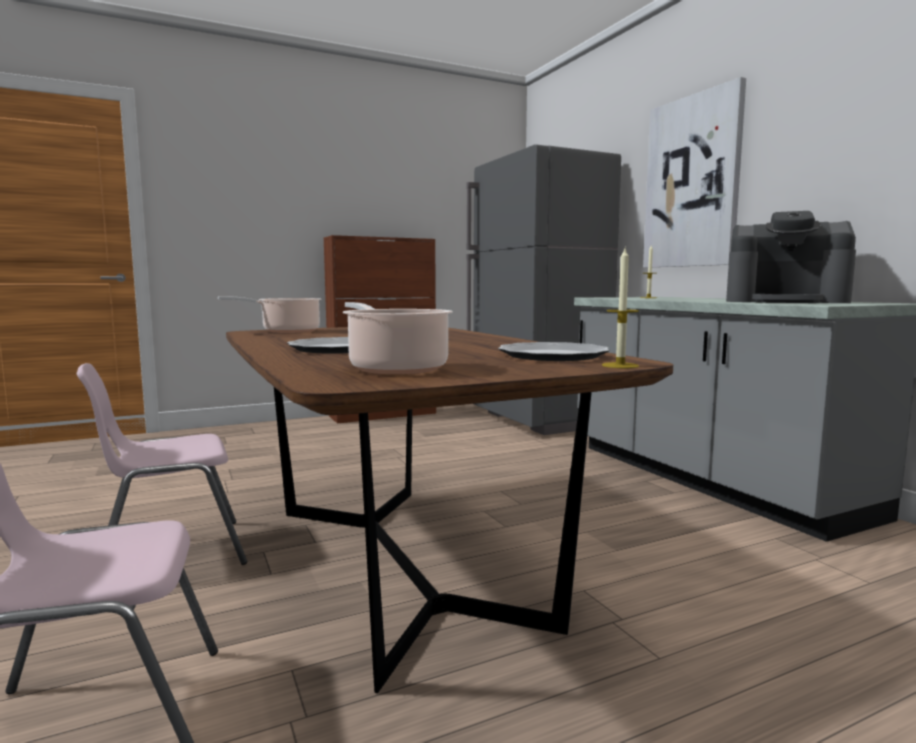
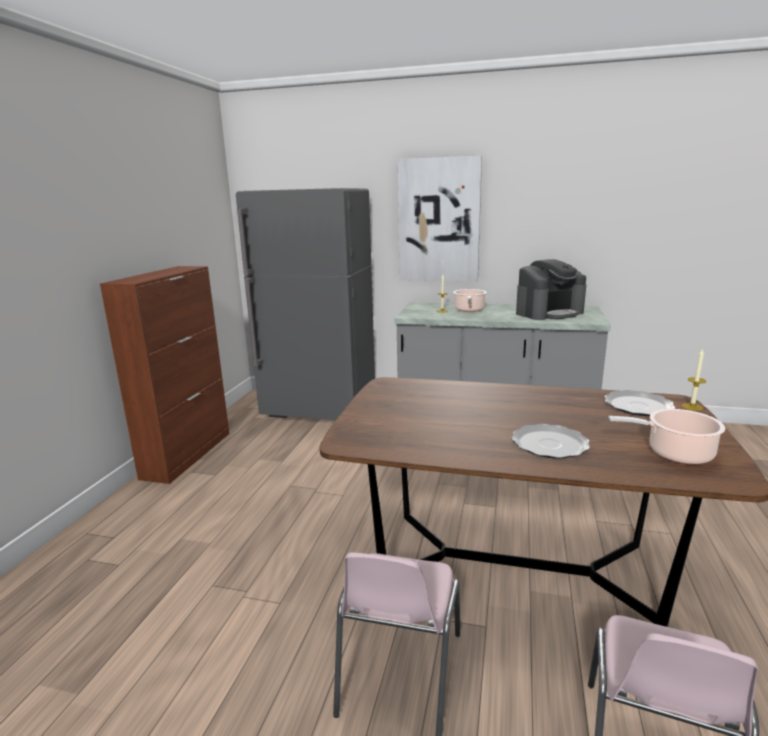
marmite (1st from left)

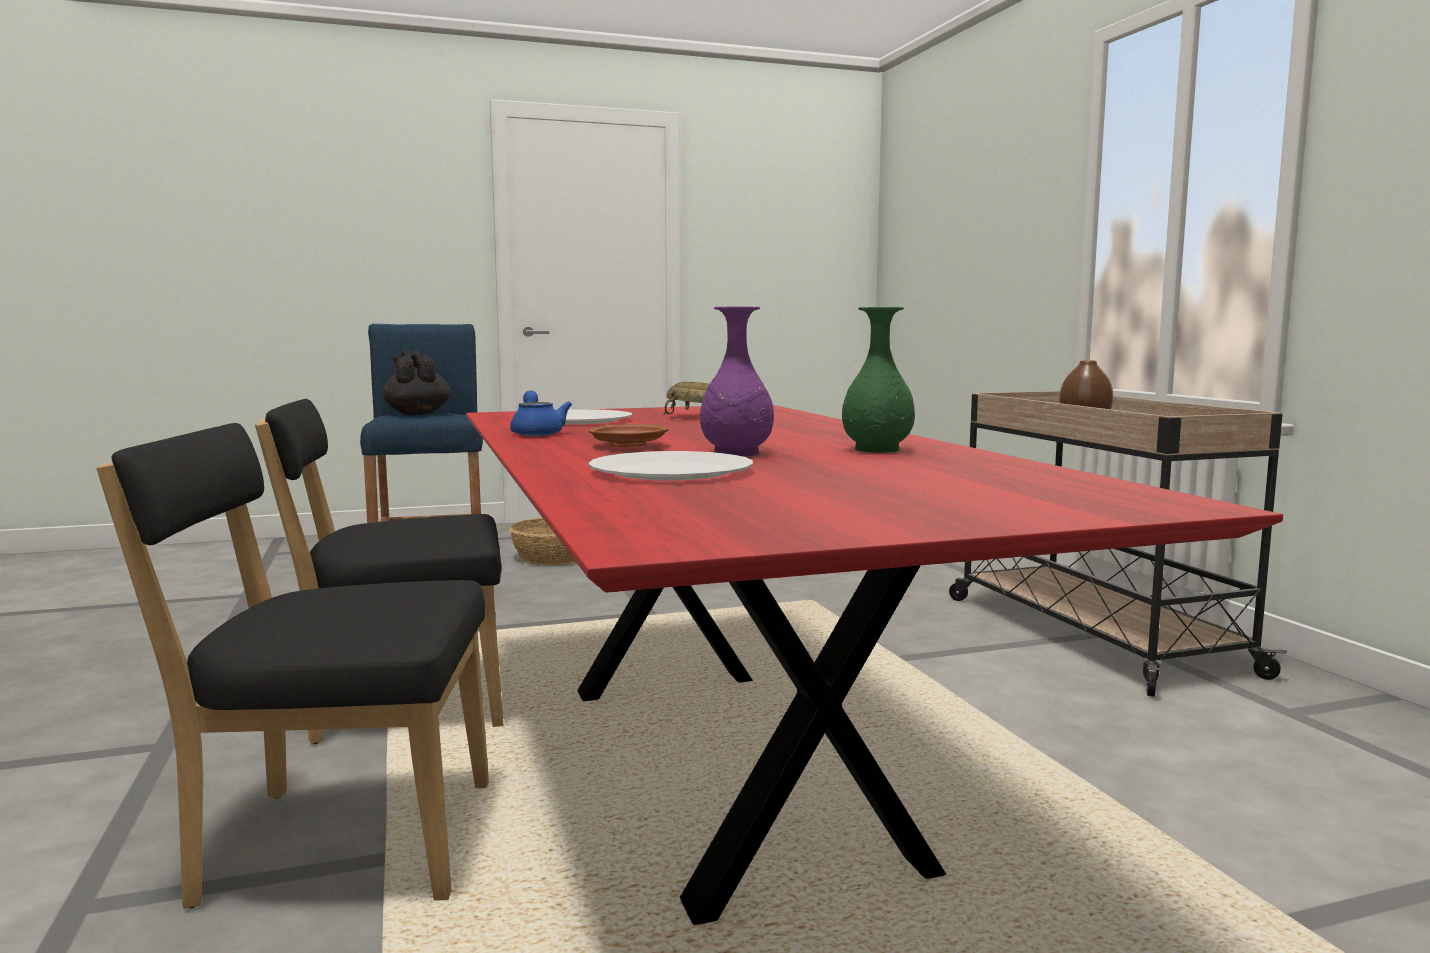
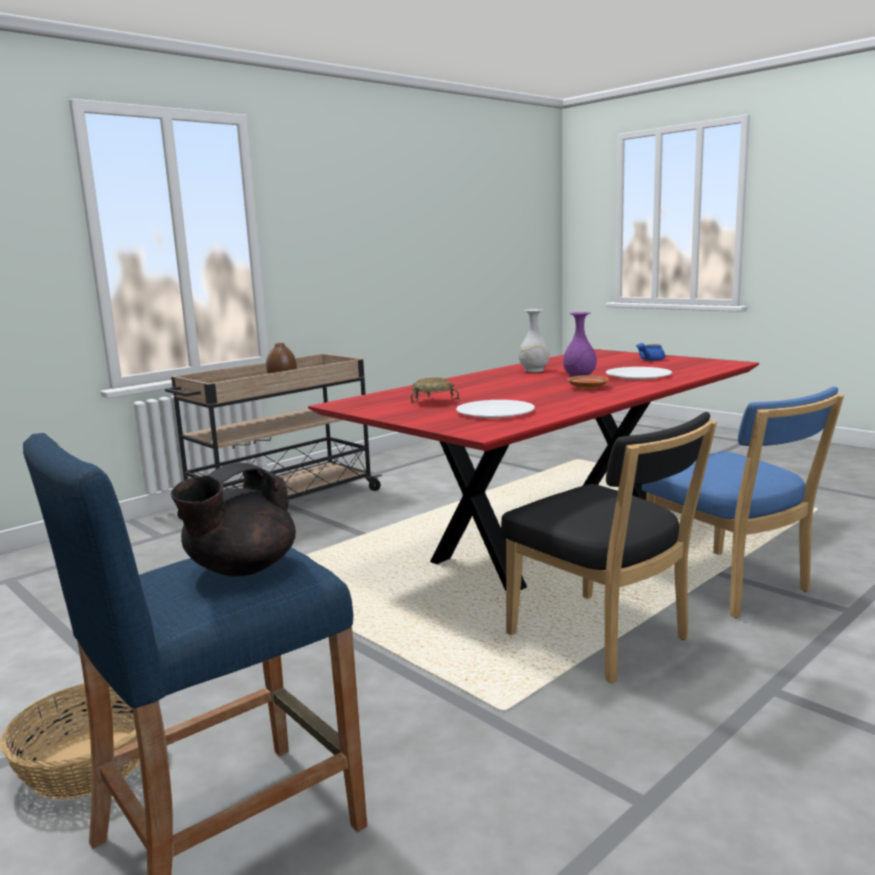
vase/blanc
théière/bleu
chaise/bleu

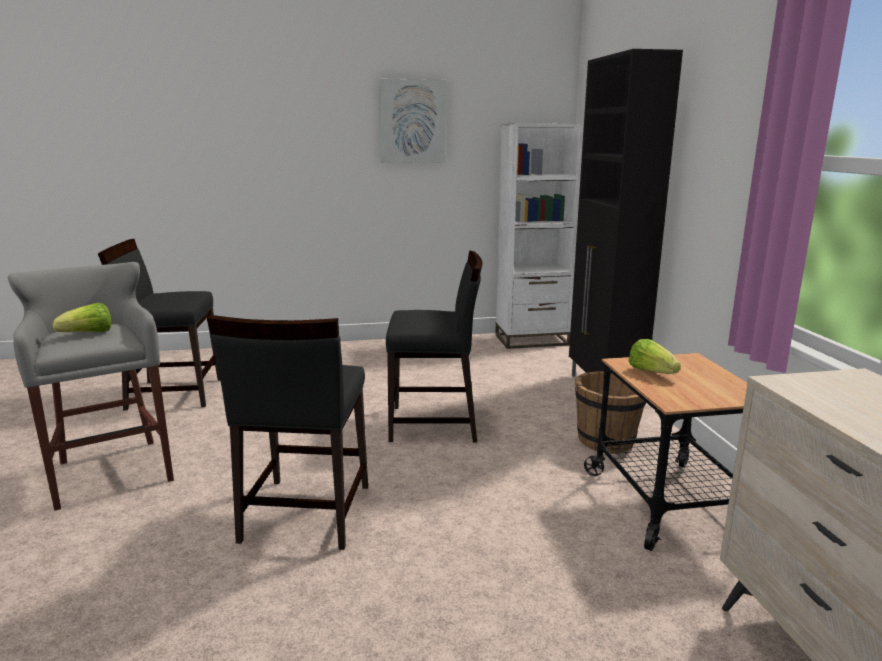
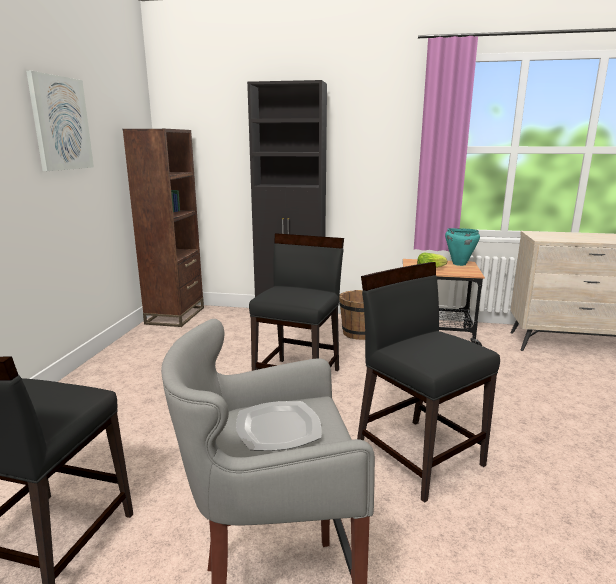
bibliothèque/marron
assiette
chaise/noir (3rd from left)
marmite/turquoise

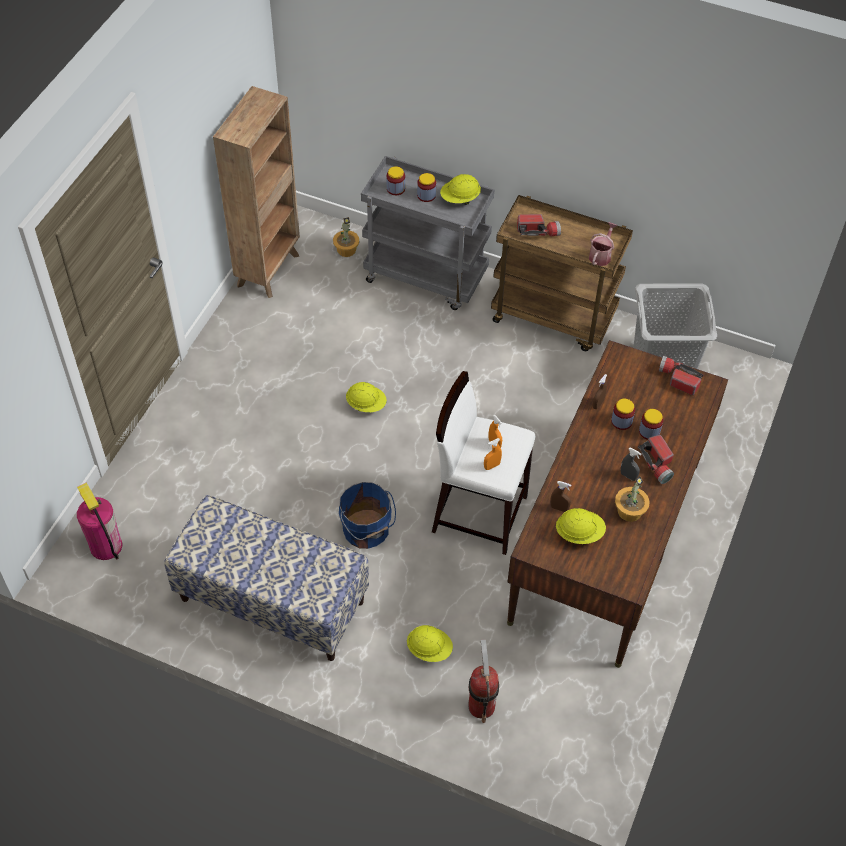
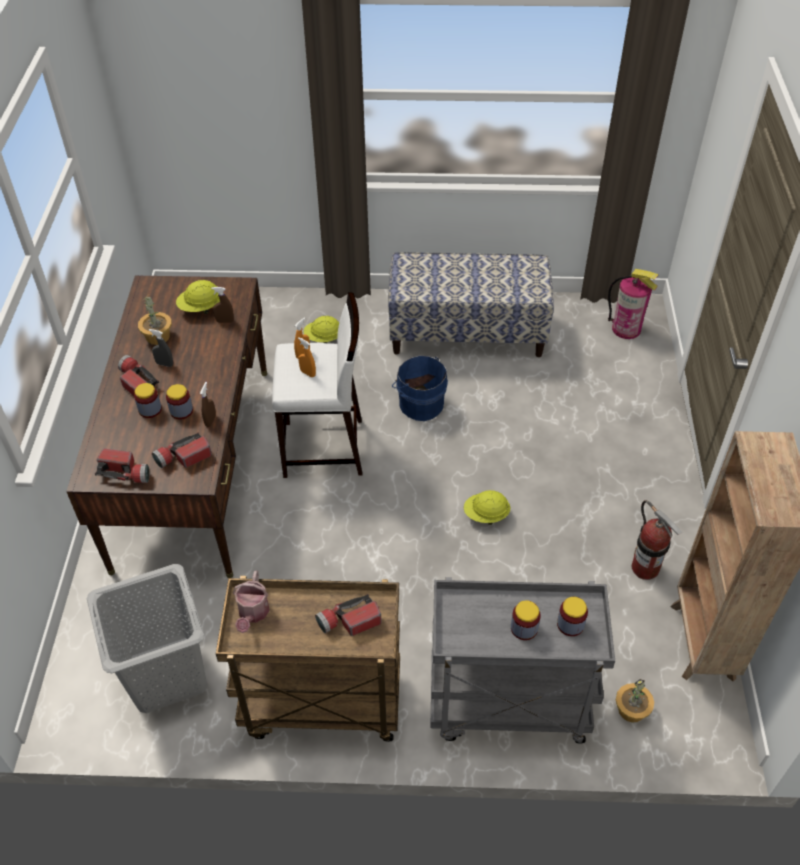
casque de chantier/jaune (3rd from left in the first image)
extincteur (2nd from left)
lampe de poche (3rd from left)

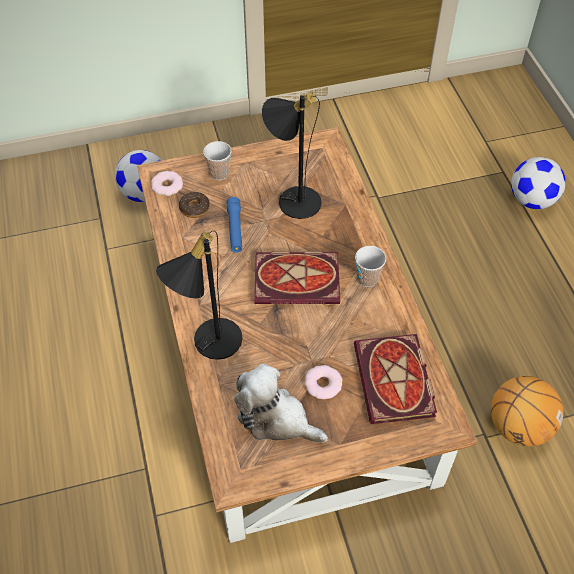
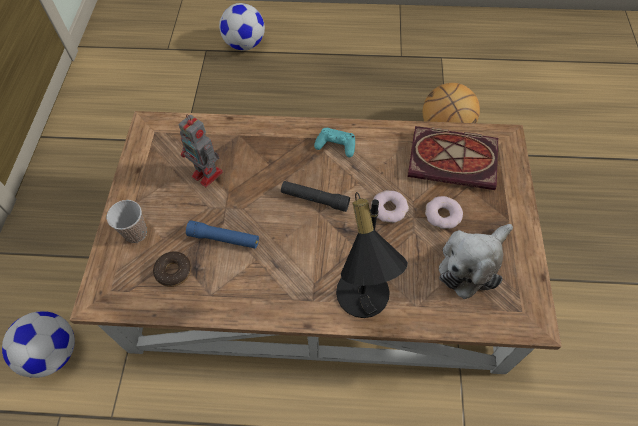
robot jouet
beignet (2nd from left)
manette/turquoise
lampe de poche/noir

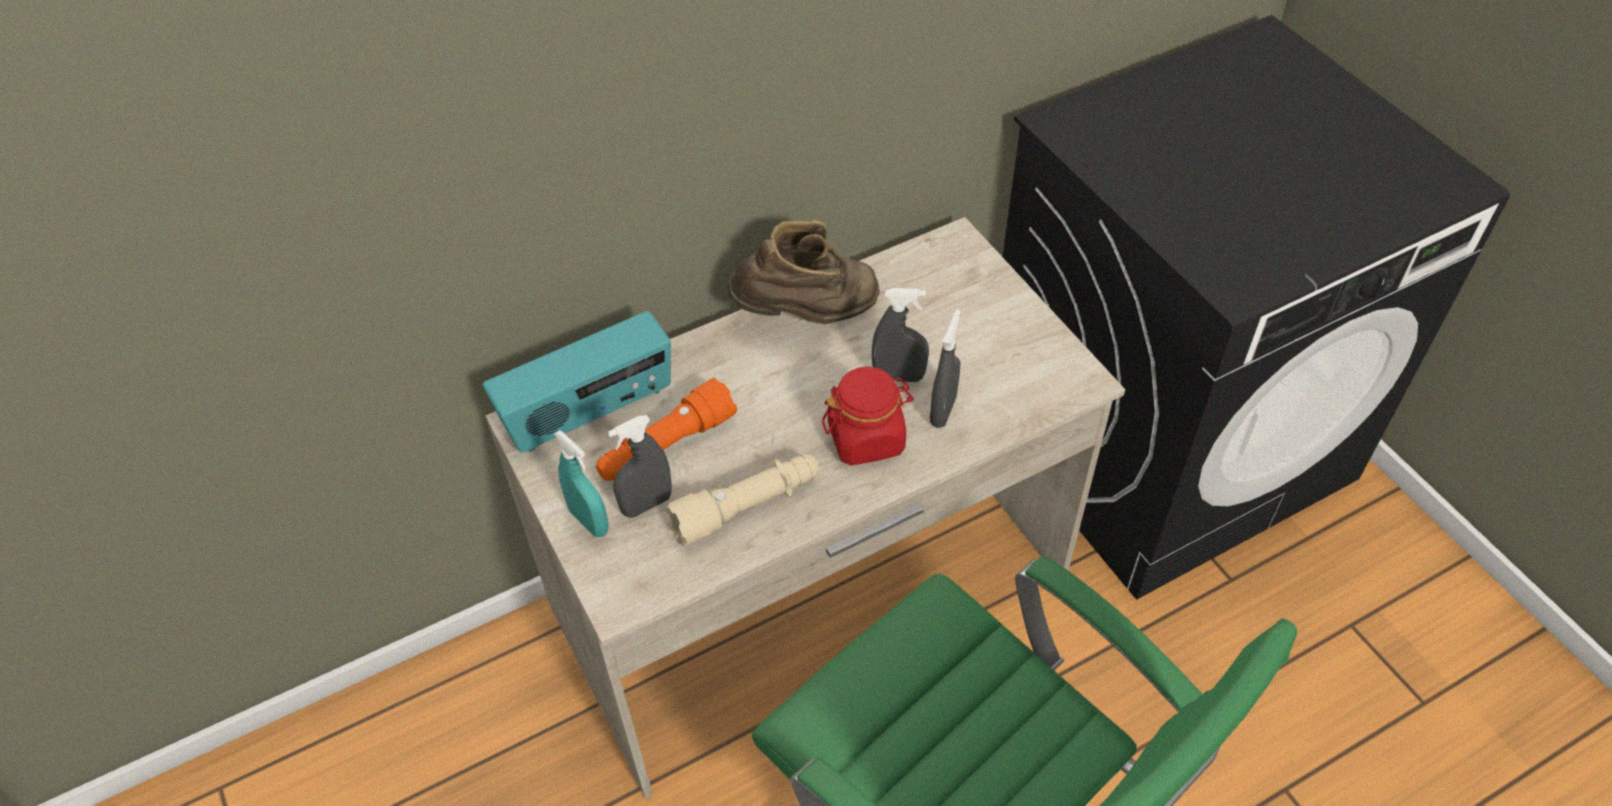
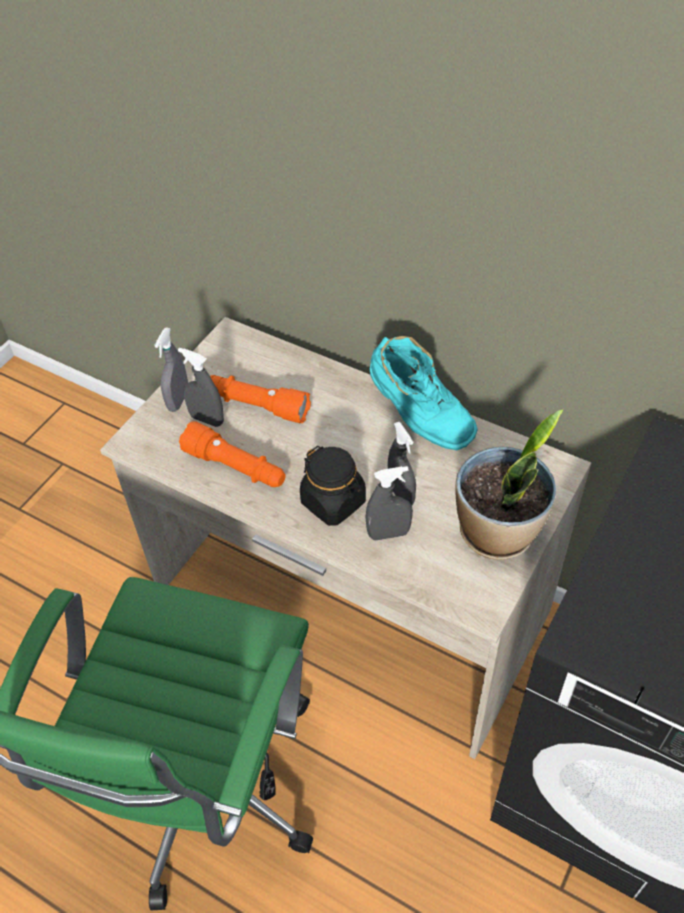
botte/turquoise
radio
bocal/noir
vaporisateur/gris (1st from left)
lampe de poche/orange (1st from left)
plante en pot

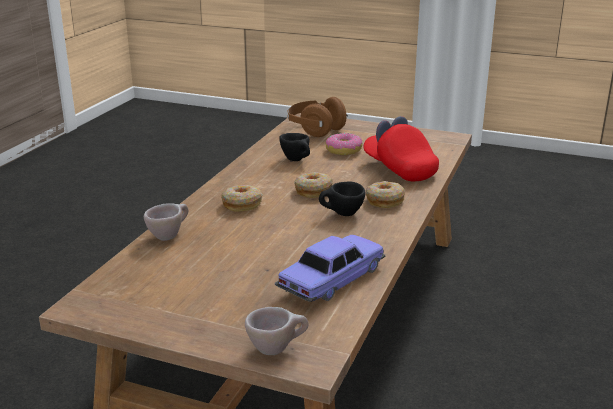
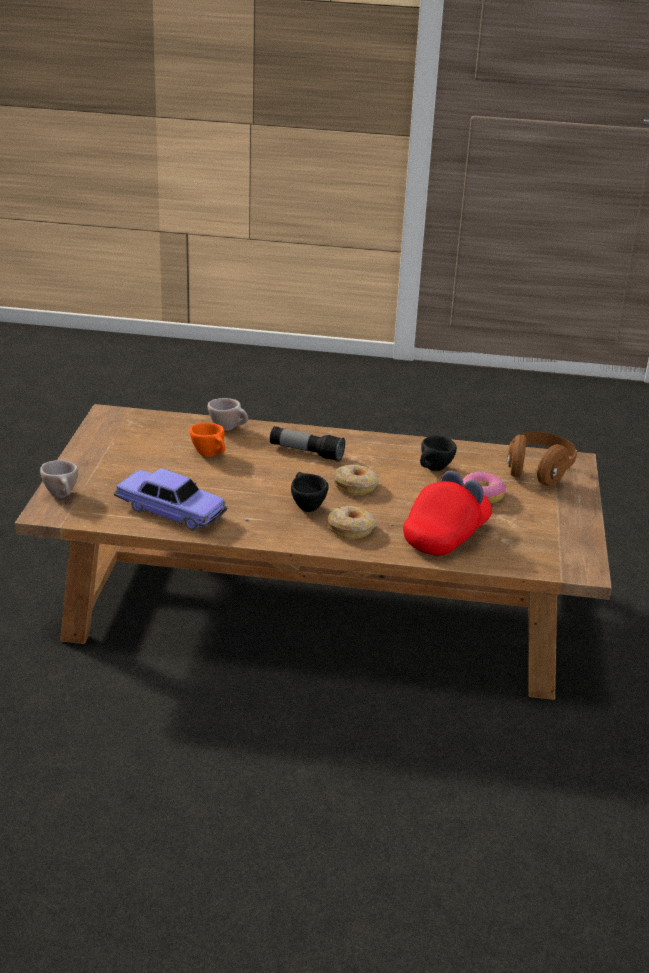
lampe de poche
tasse/orange

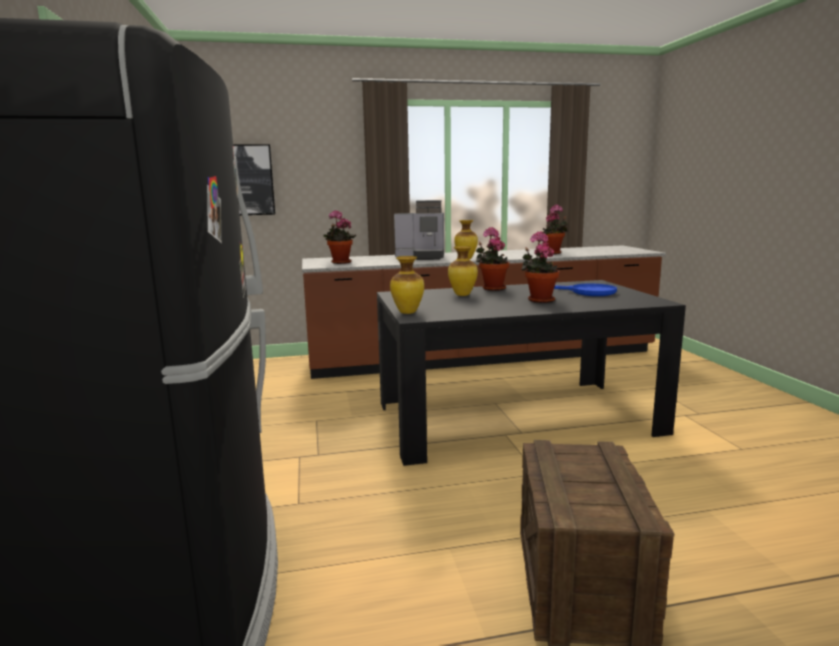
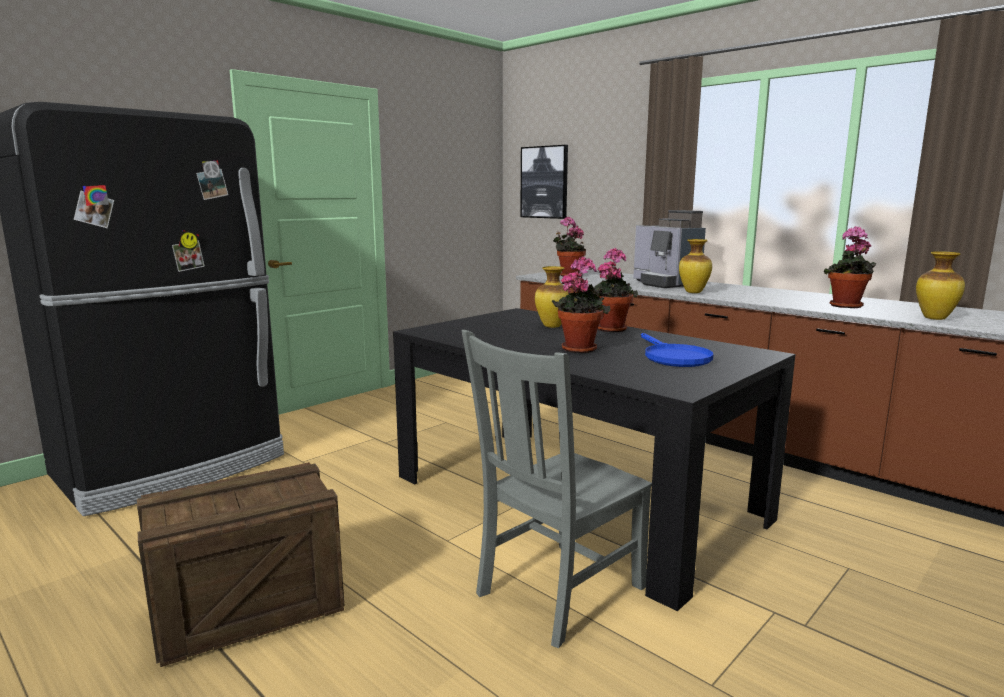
vase (3rd from left)
chaise/gris

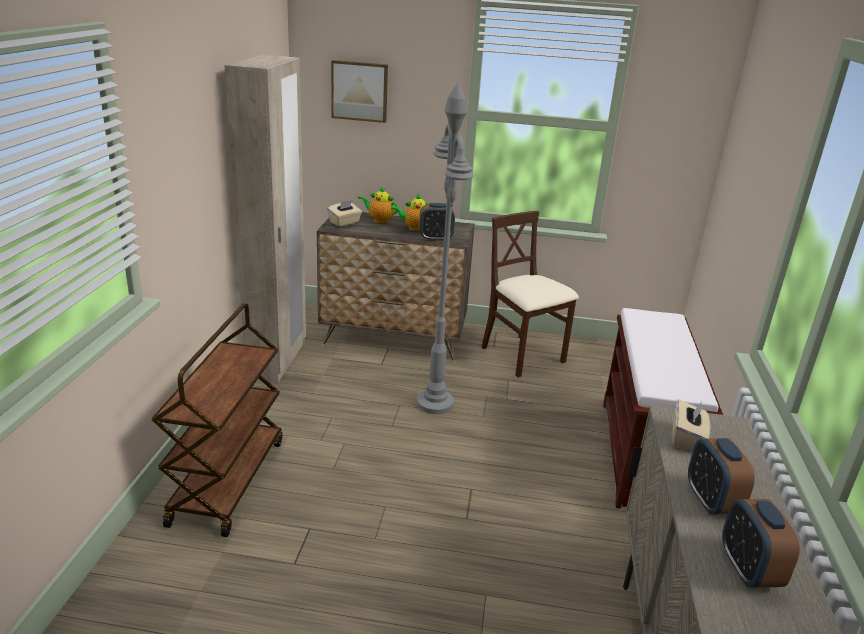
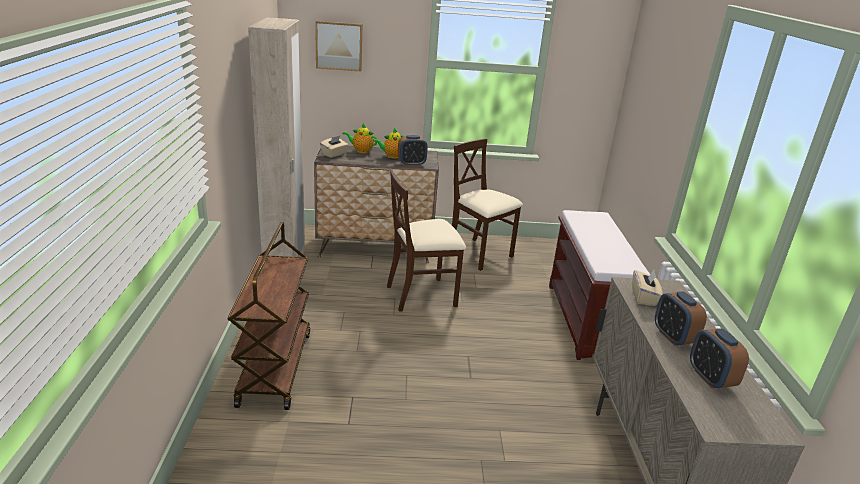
chaise/beige (1st from left)

